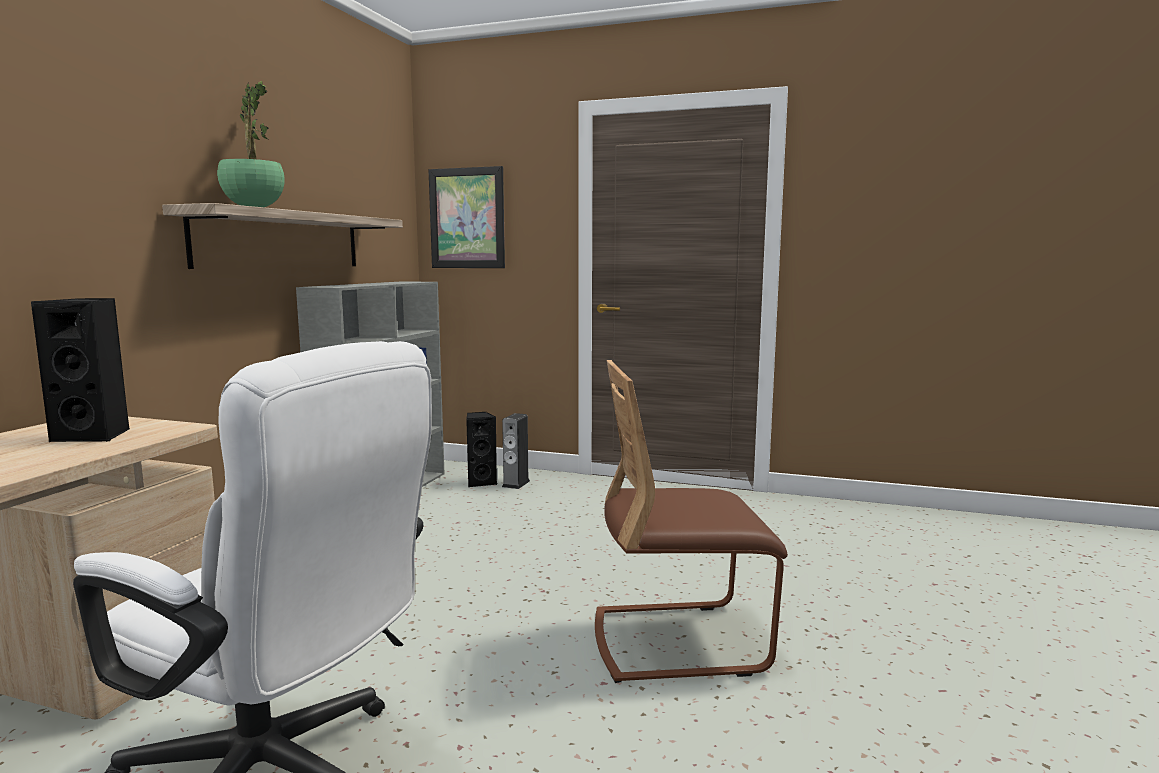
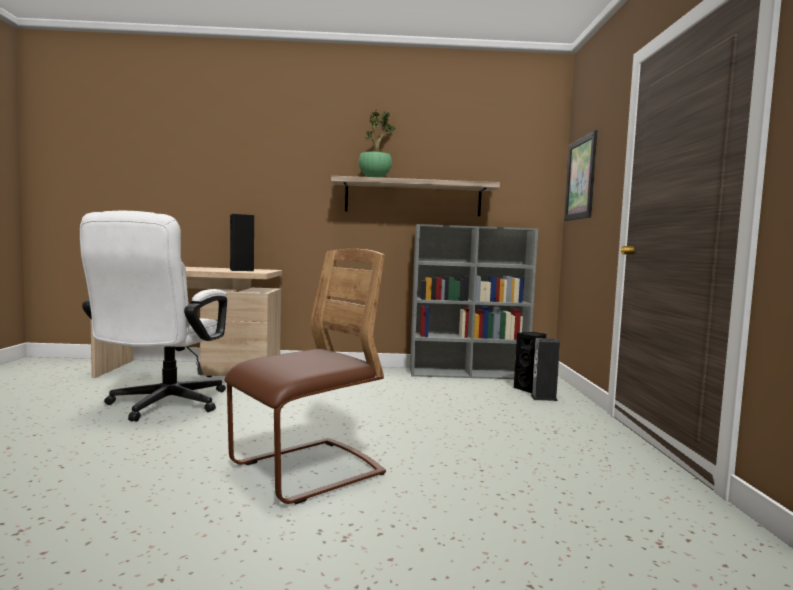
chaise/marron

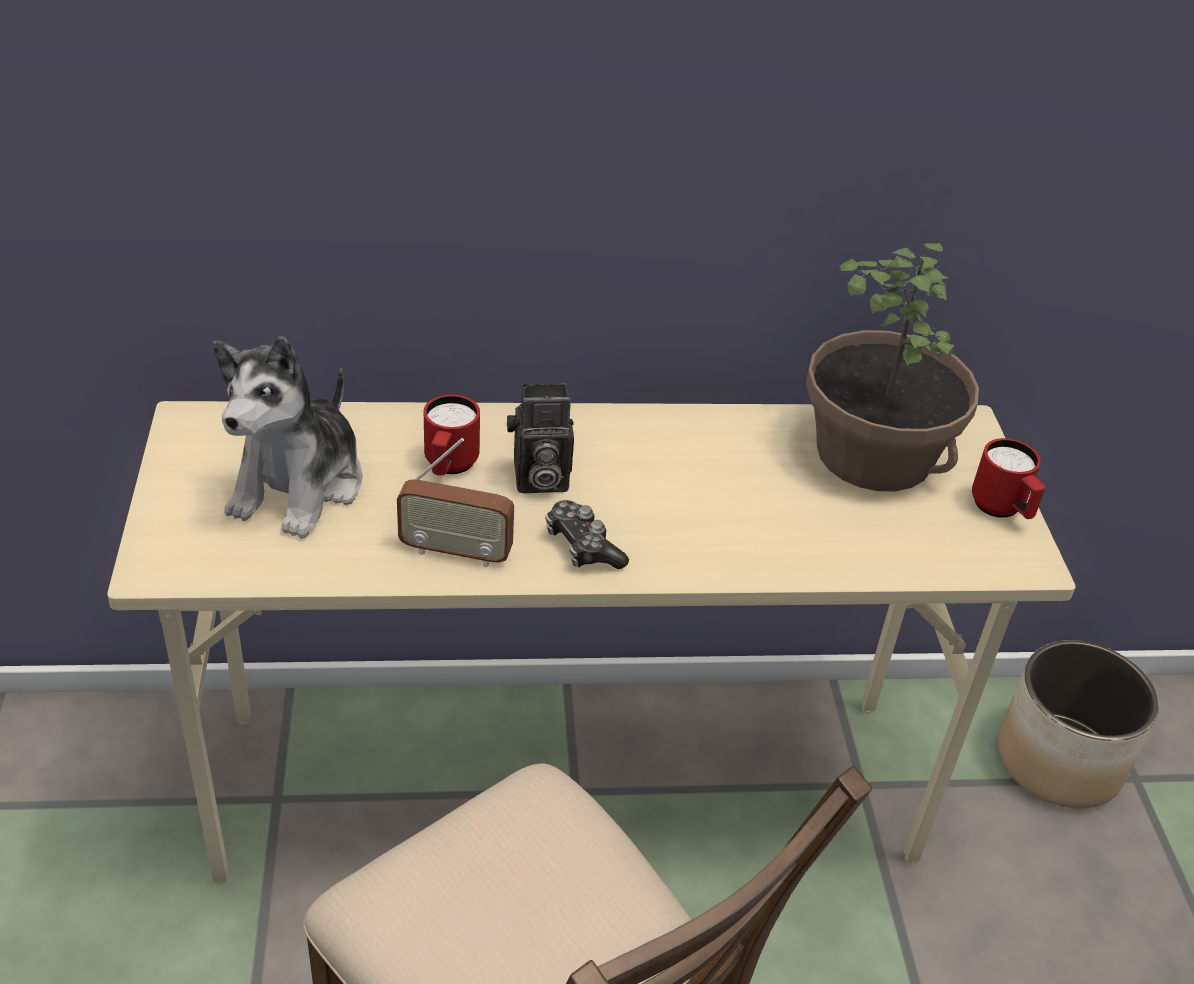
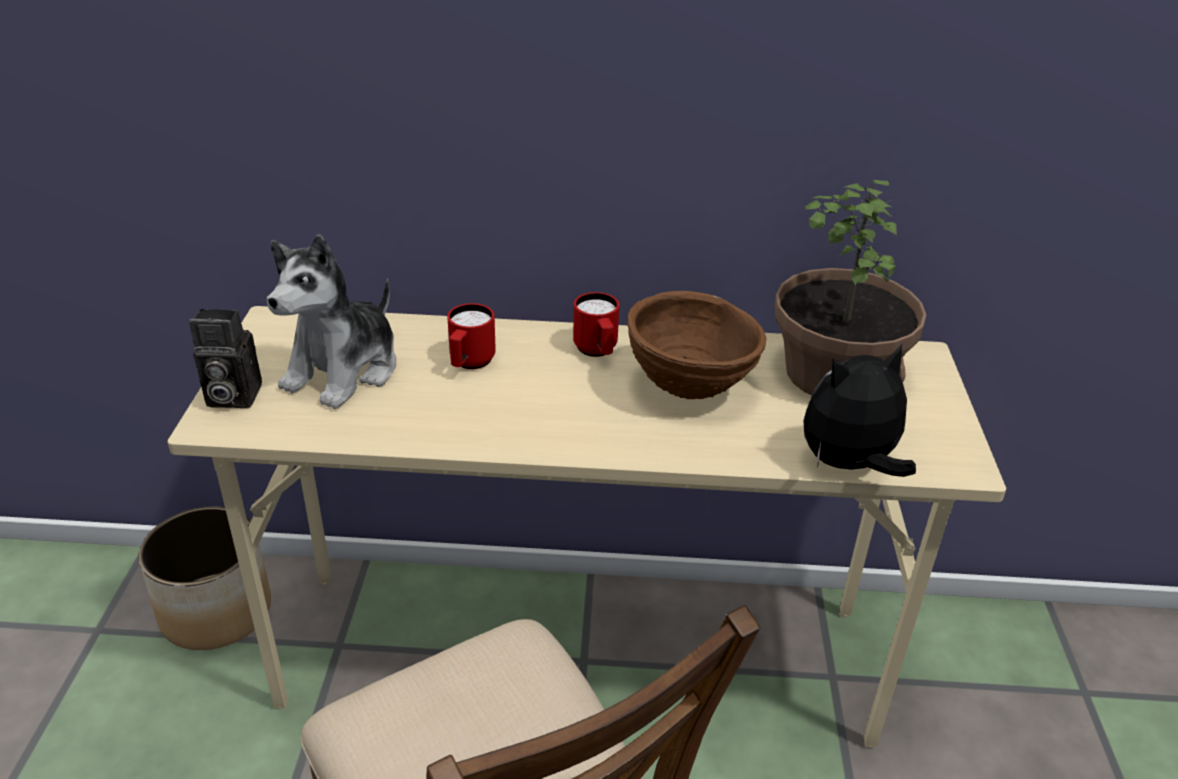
appareil photo
radio
mug/rouge (2nd from left)
manette
cache-pot
bol/marron
peluche (2nd from left)

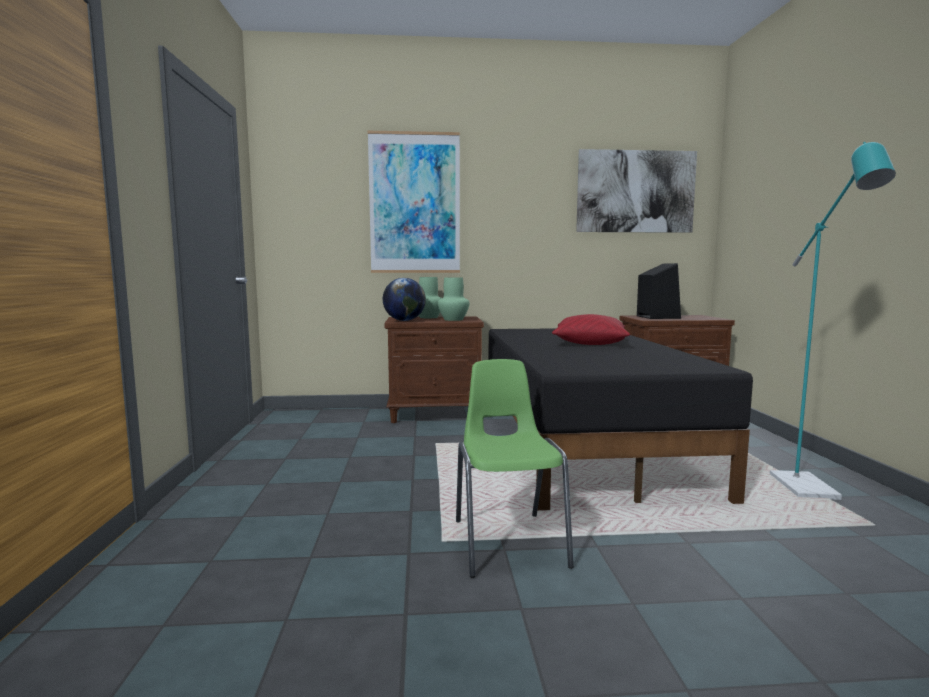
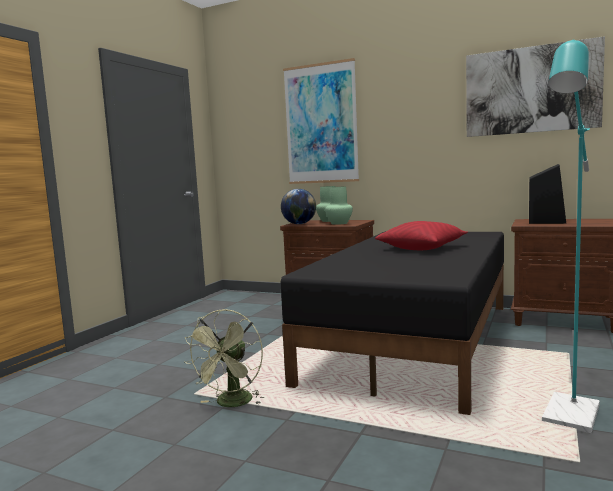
ventilateur/vert

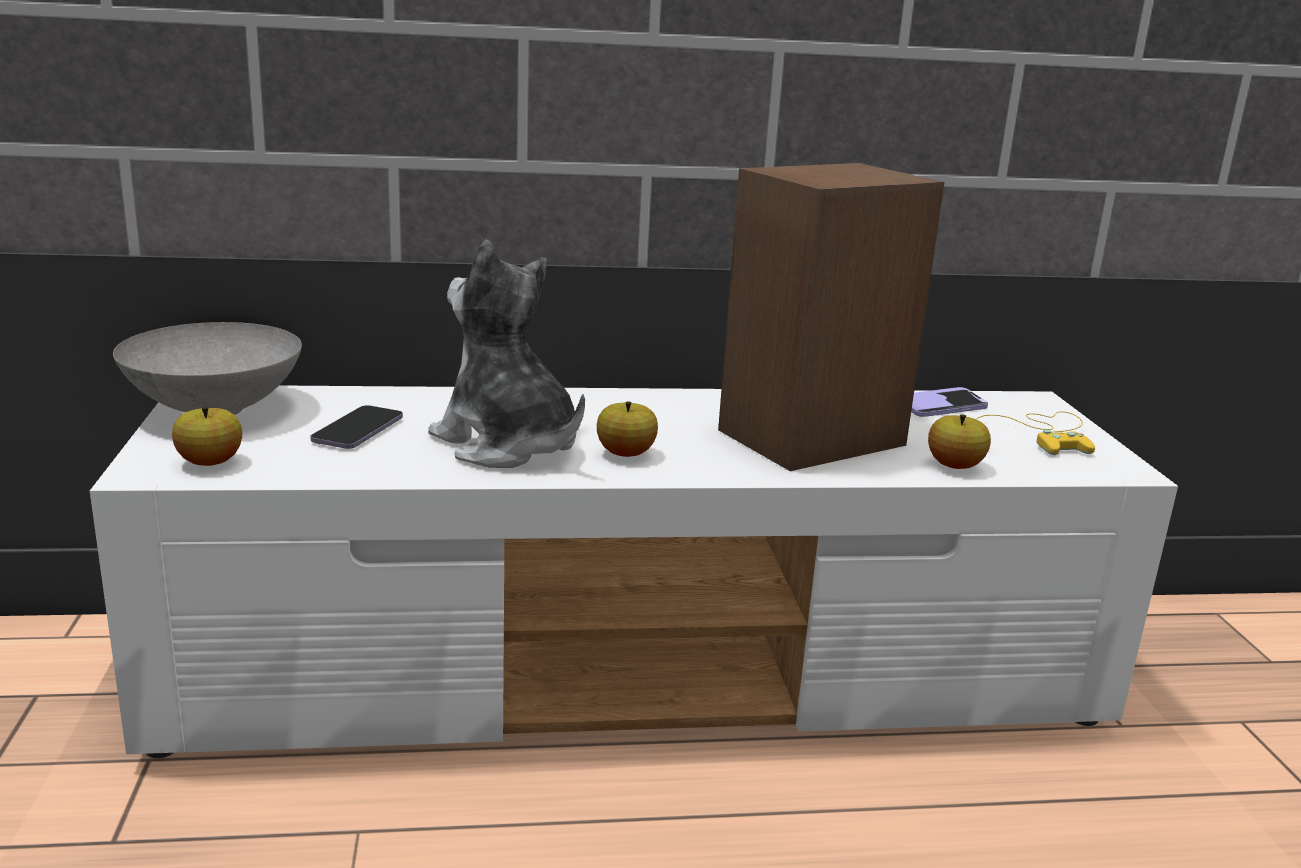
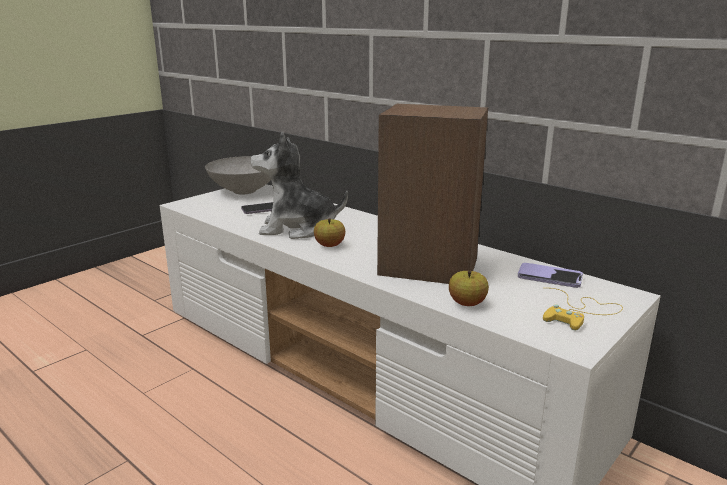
peluche
pomme (1st from left in the first image)

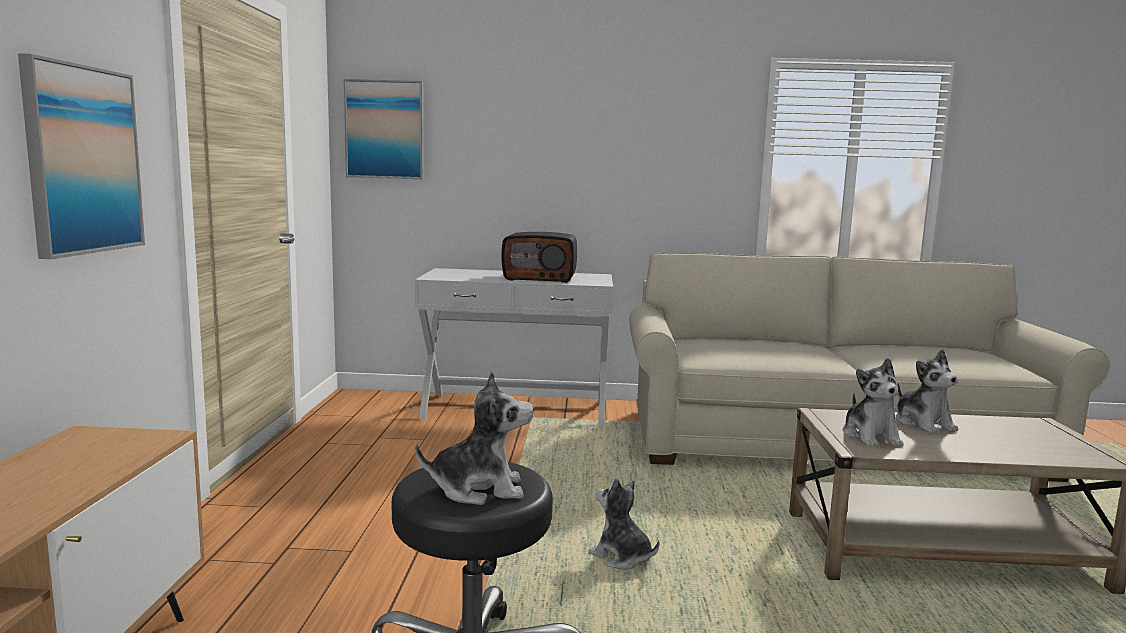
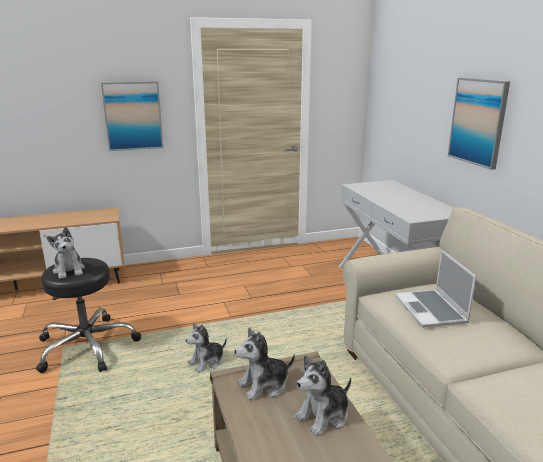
tableau (2nd from left)
radio
peluche (2nd from left)
ordinateur portable

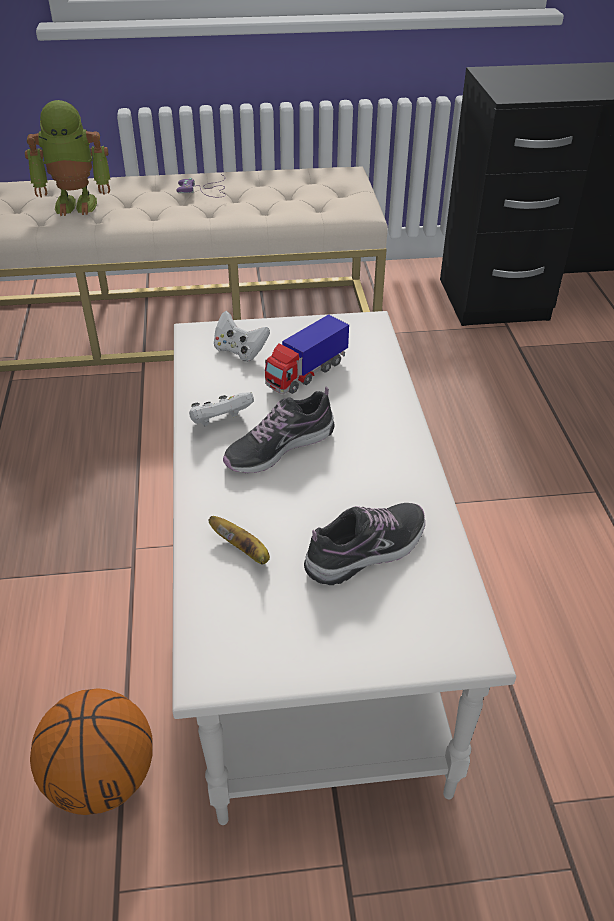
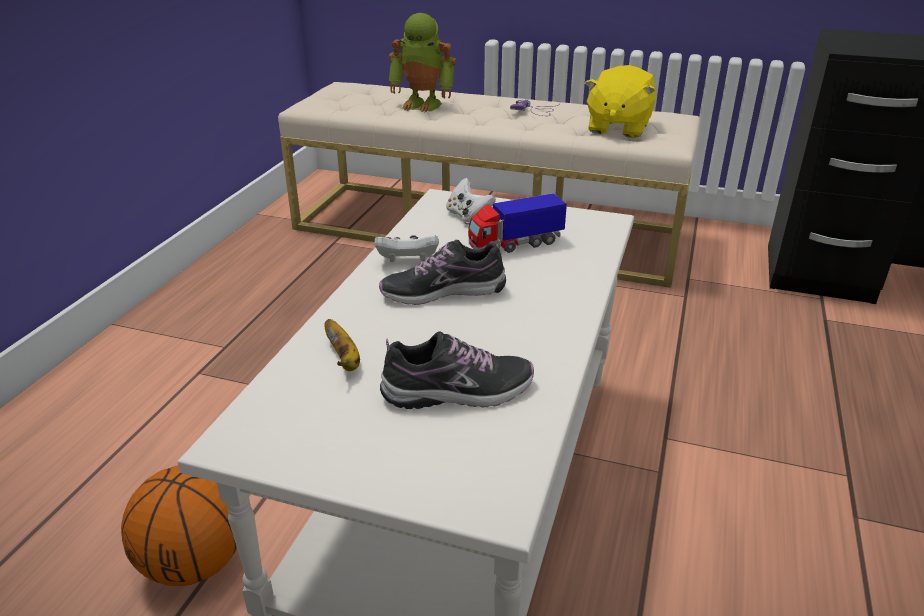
peluche/jaune

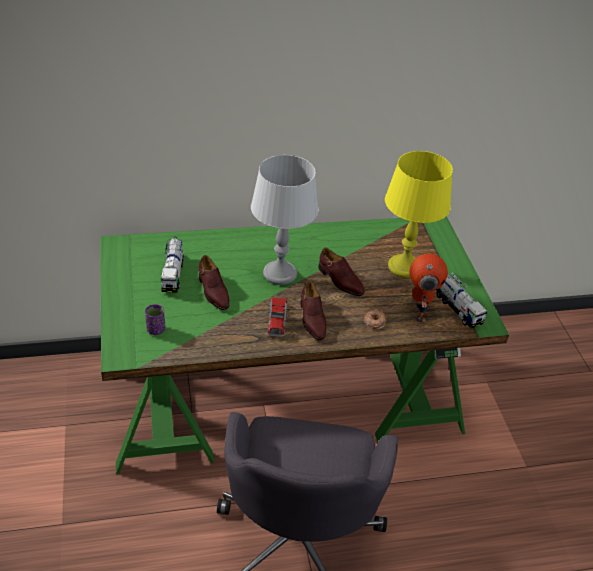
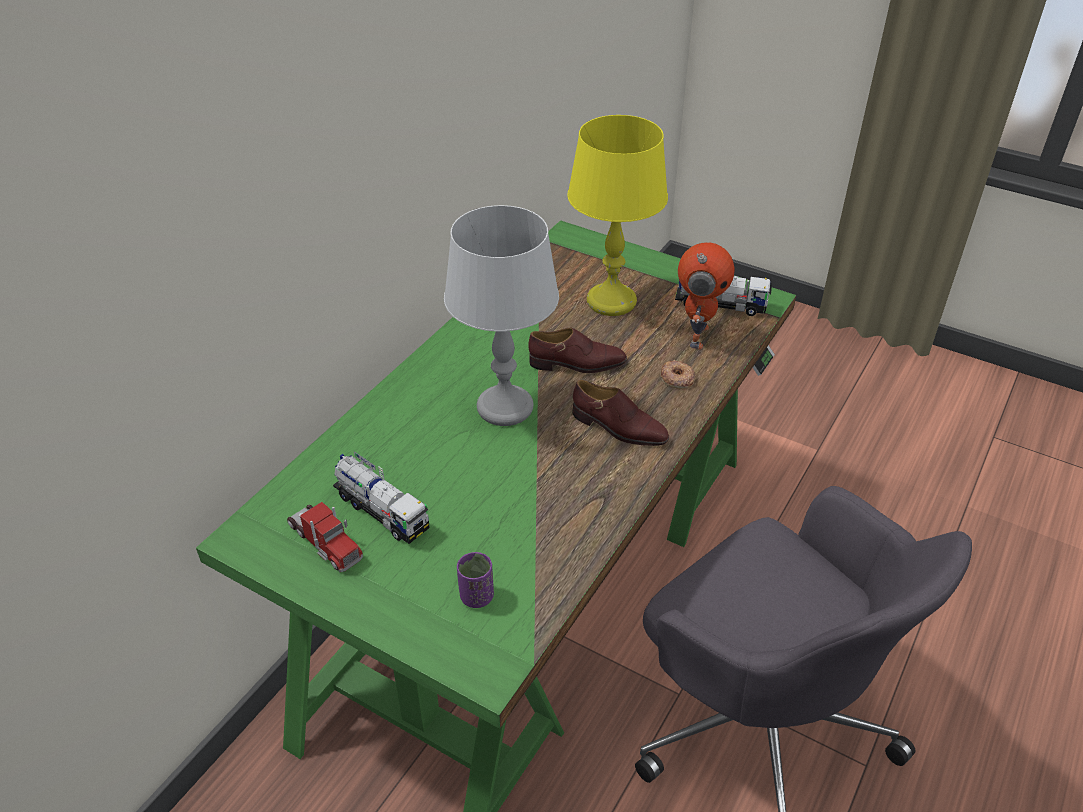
robot jouet
chaussure/marron (1st from left in the first image)
camion jouet (1st from left)

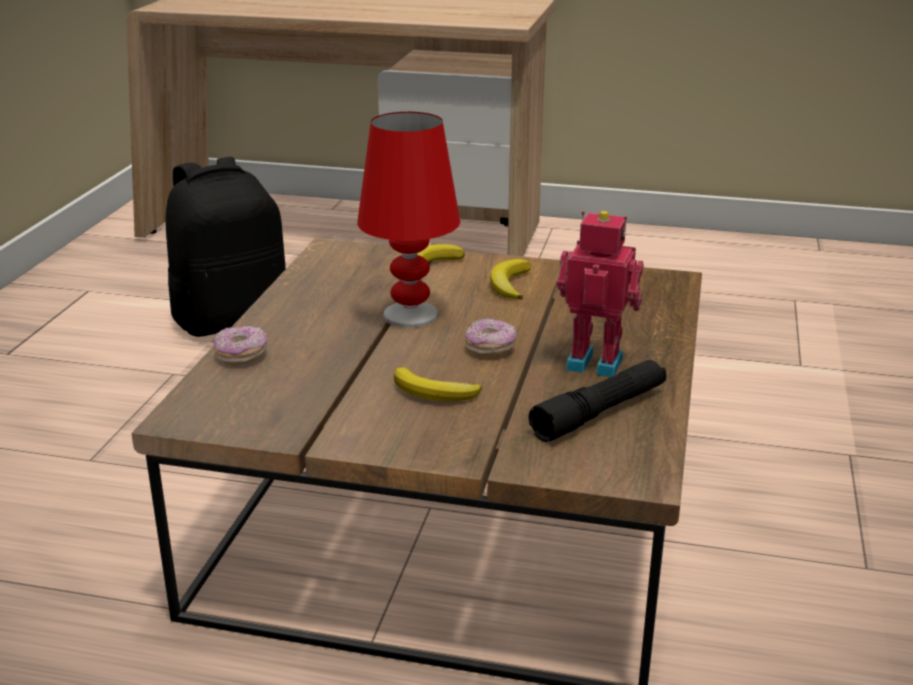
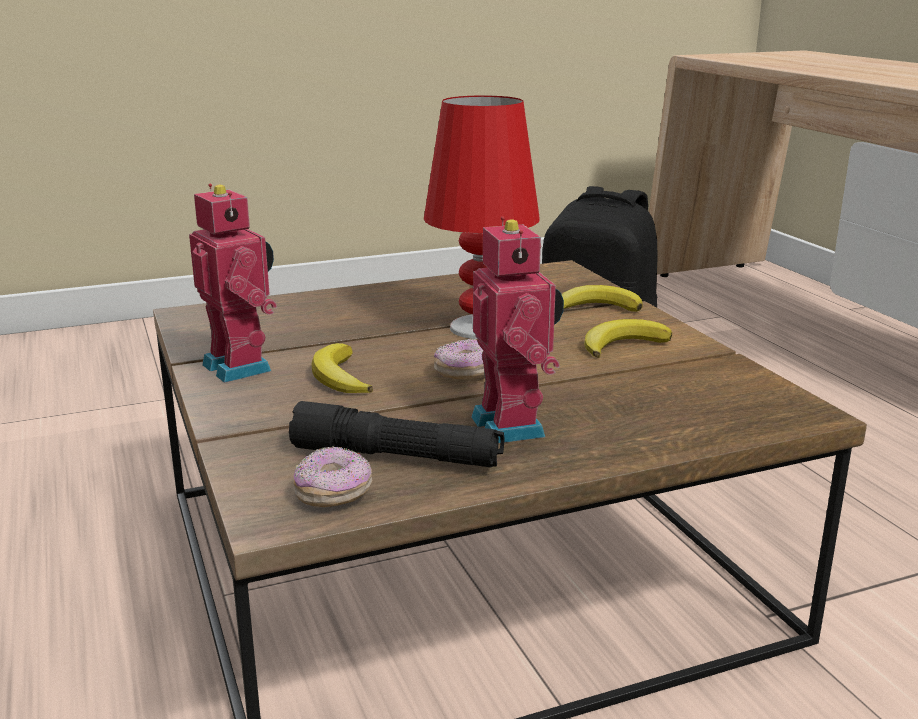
beignet (1st from left)
robot jouet (1st from left)

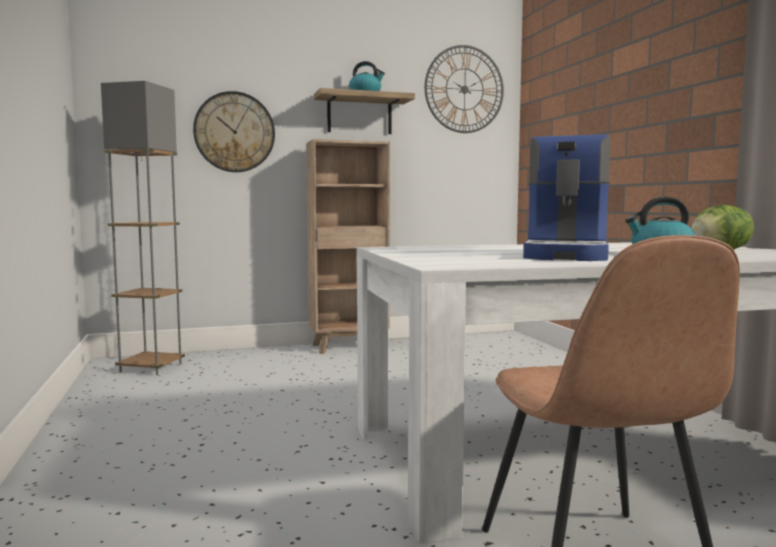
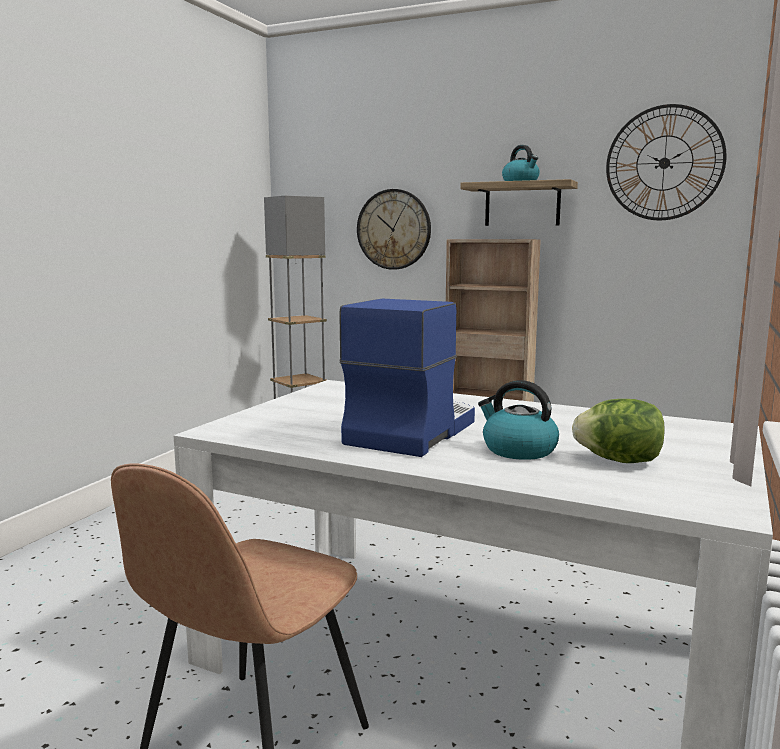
machine à café

